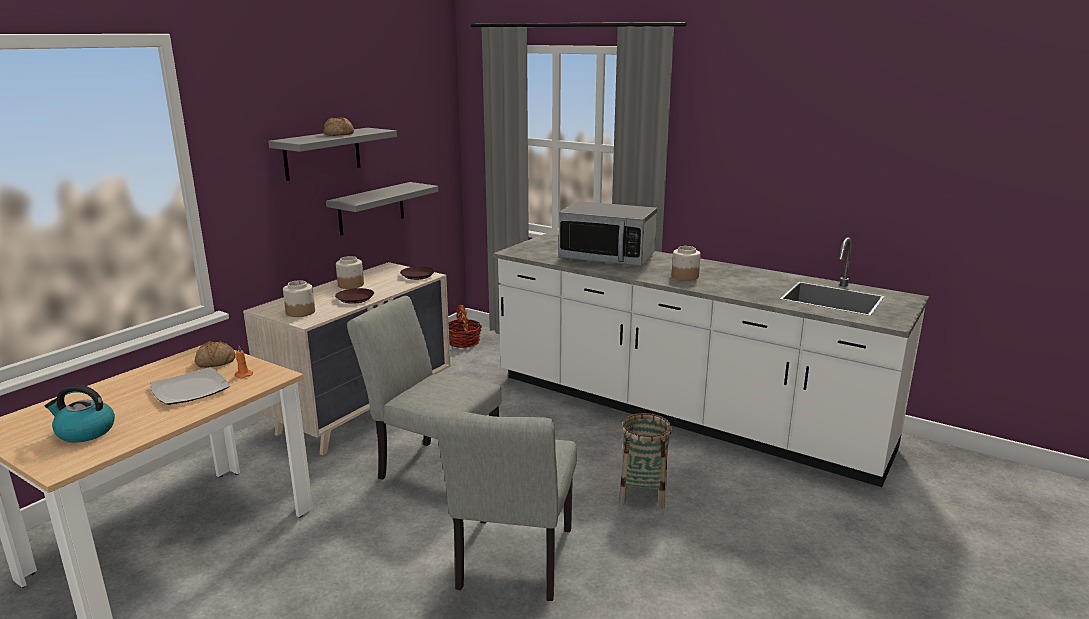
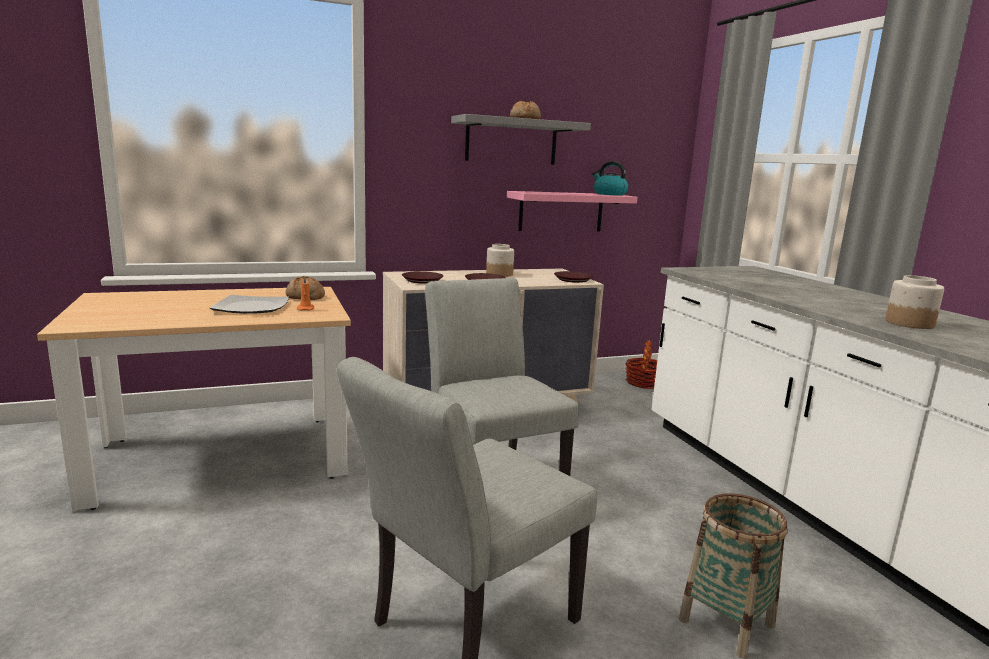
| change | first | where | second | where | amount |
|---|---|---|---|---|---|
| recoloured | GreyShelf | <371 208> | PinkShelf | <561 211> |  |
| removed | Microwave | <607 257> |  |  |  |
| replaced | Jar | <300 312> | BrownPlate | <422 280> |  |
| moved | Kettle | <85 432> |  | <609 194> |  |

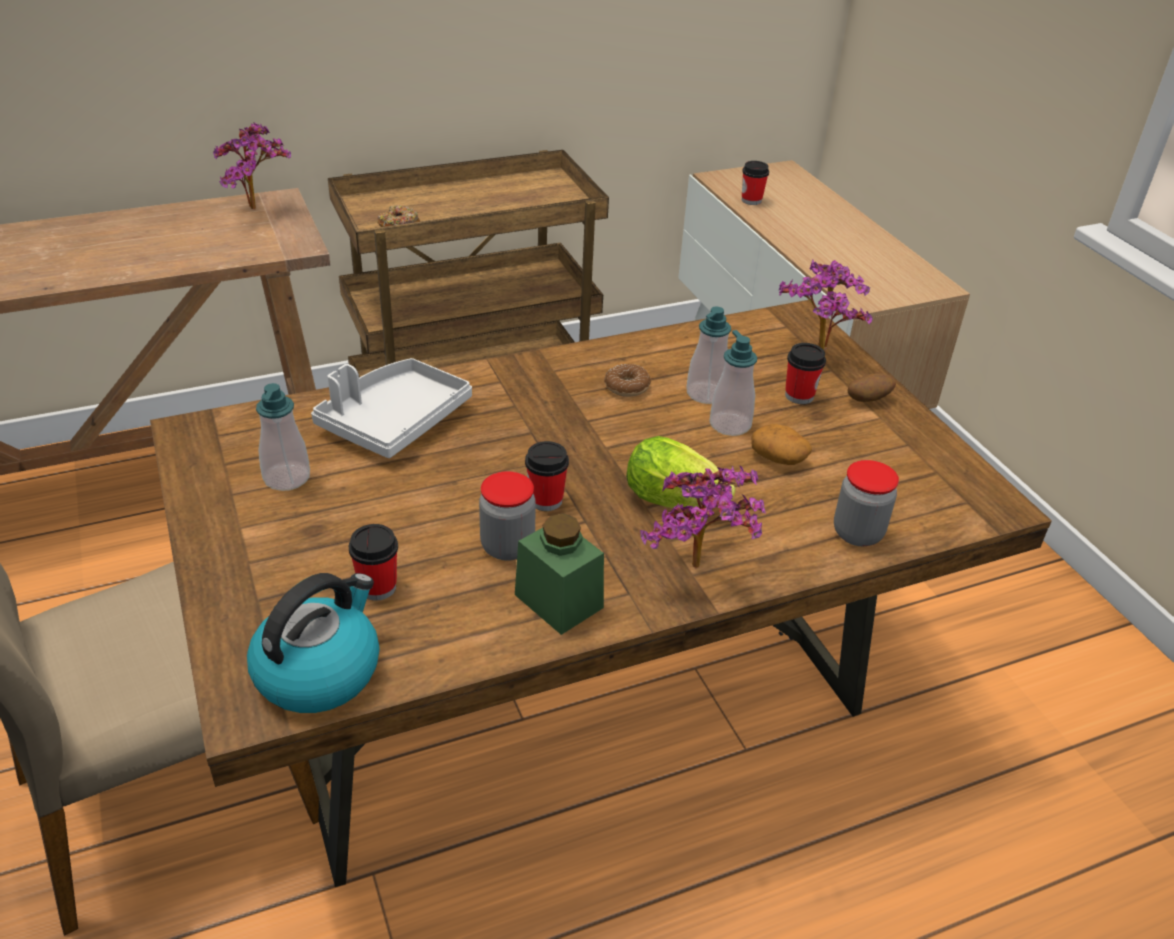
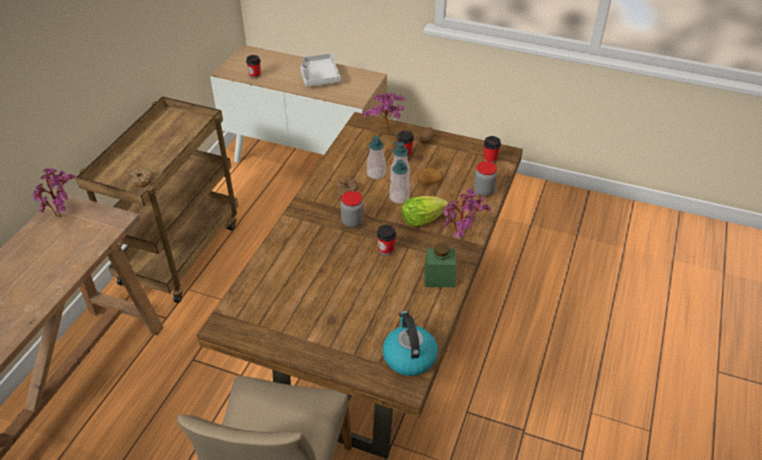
| change | first | where | second | where | amount |
|---|---|---|---|---|---|
| moved | GreyTray | <394 421> |  | <319 76> |  |
| moved | SoapDispenser | <287 478> |  | <399 198> |  |
| moved | Jar | <507 547> |  | <352 222> |  |
| moved | Cup | <377 587> |  | <490 159> |  |

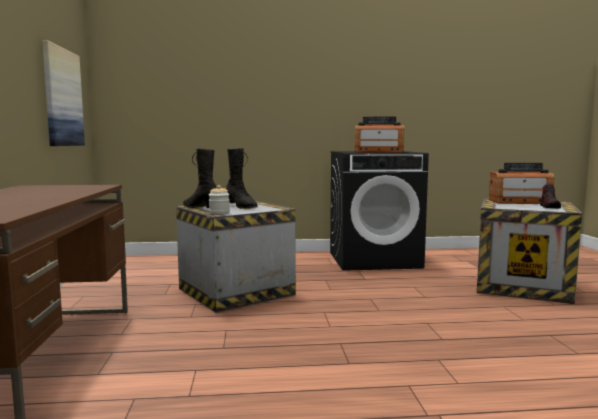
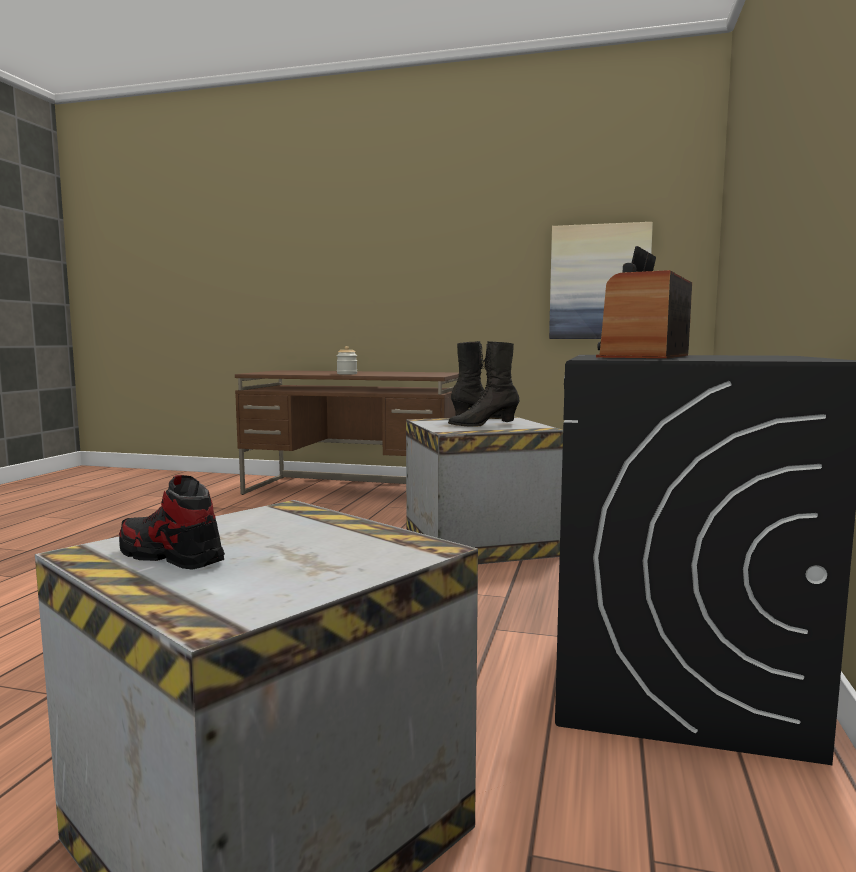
| change | first | where | second | where | amount |
|---|---|---|---|---|---|
| removed | Radio | <520 202> |  |  |  |
| moved | Jar | <219 213> |  | <347 374> |  |

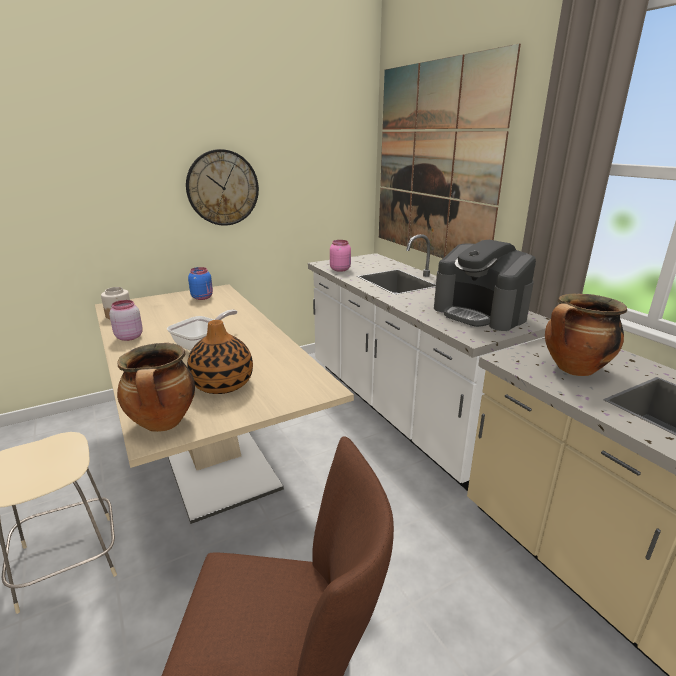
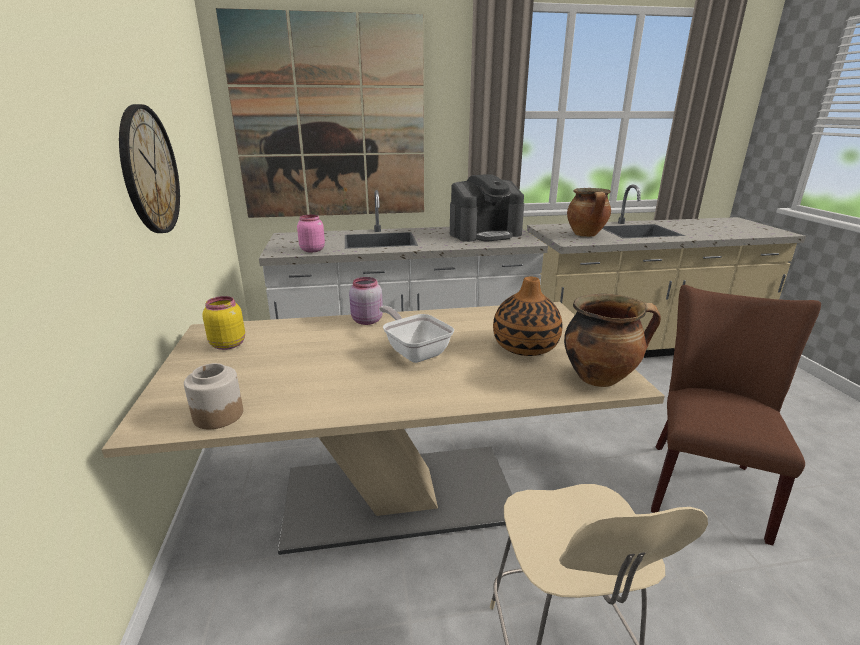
| change | first | where | second | where | amount |
|---|---|---|---|---|---|
| recoloured | BlueJar | <202 297> | YellowJar | <228 344> |  |
| moved | PinkJar | <128 337> |  | <366 321> |  |

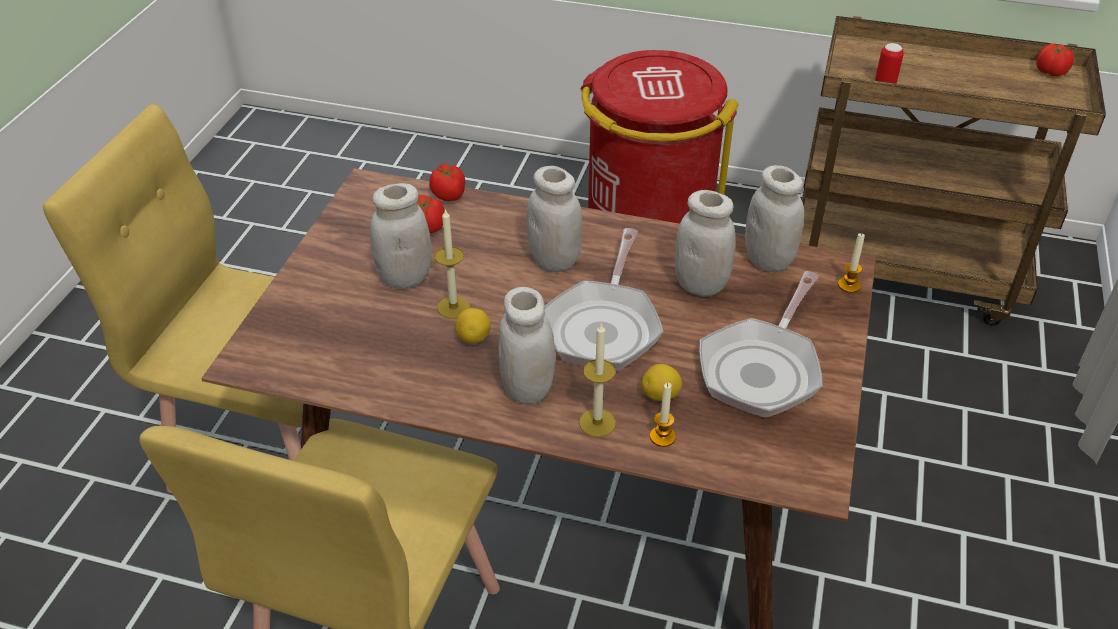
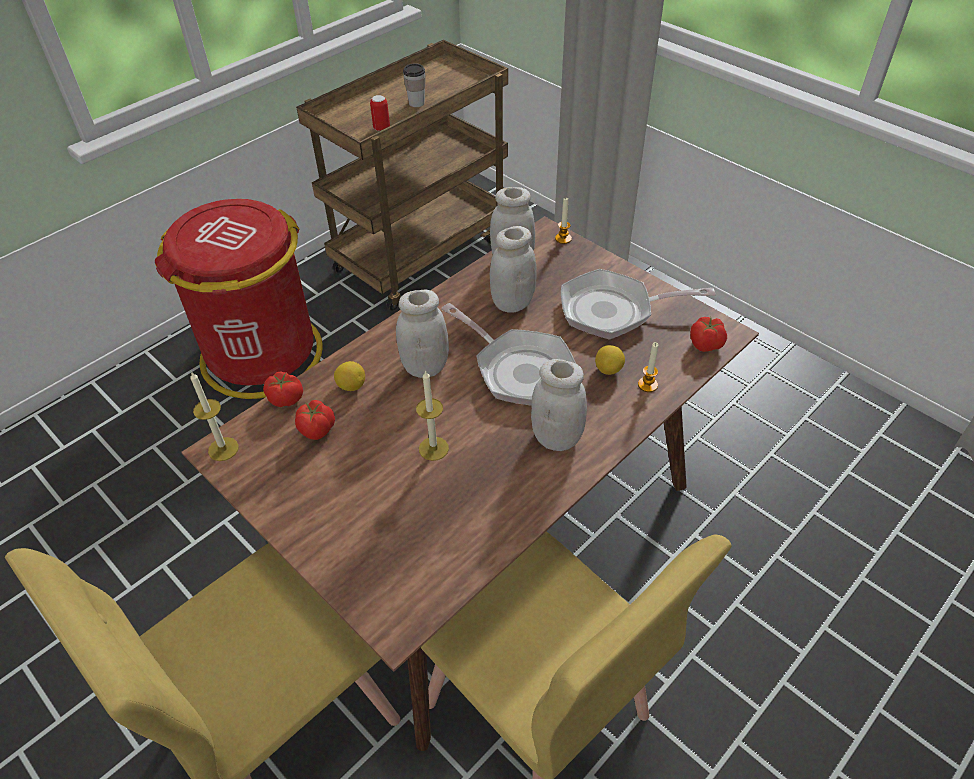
| change | first | where | second | where | amount |
|---|---|---|---|---|---|
| moved | Tomato | <1051 72> |  | <706 345> |  |
| removed | WhiteJar | <405 278> |  |  |  |
| turned | FryingPan | <762 368> |  | <613 310> | 120 degrees clockwise |
| moved | Lemon | <474 338> |  | <351 386> |  |
| moved | Candle | <597 423> |  | <223 449> |  |
| added |  |  | Cup | <416 103> |  |

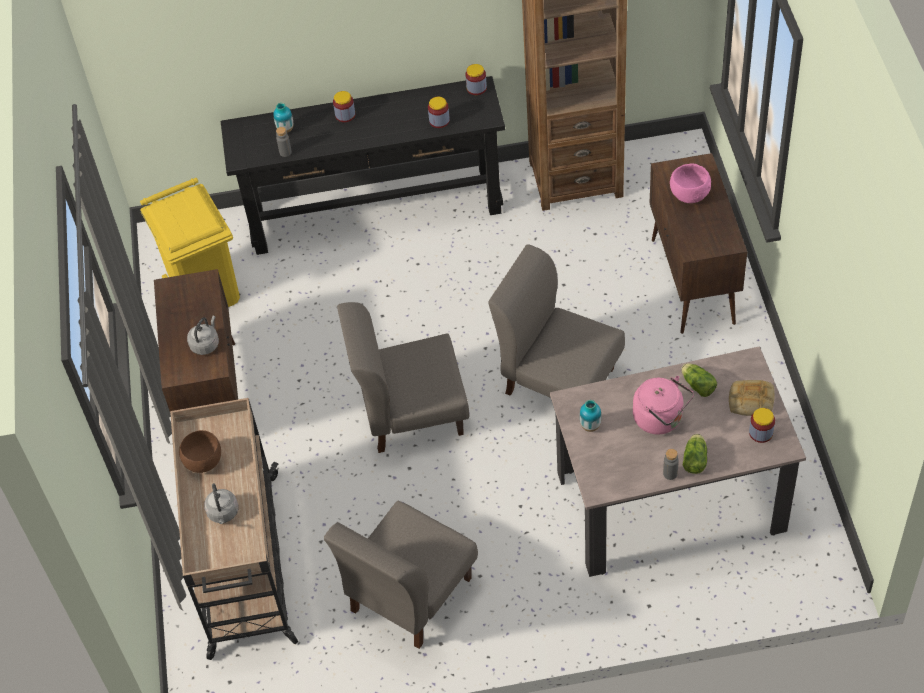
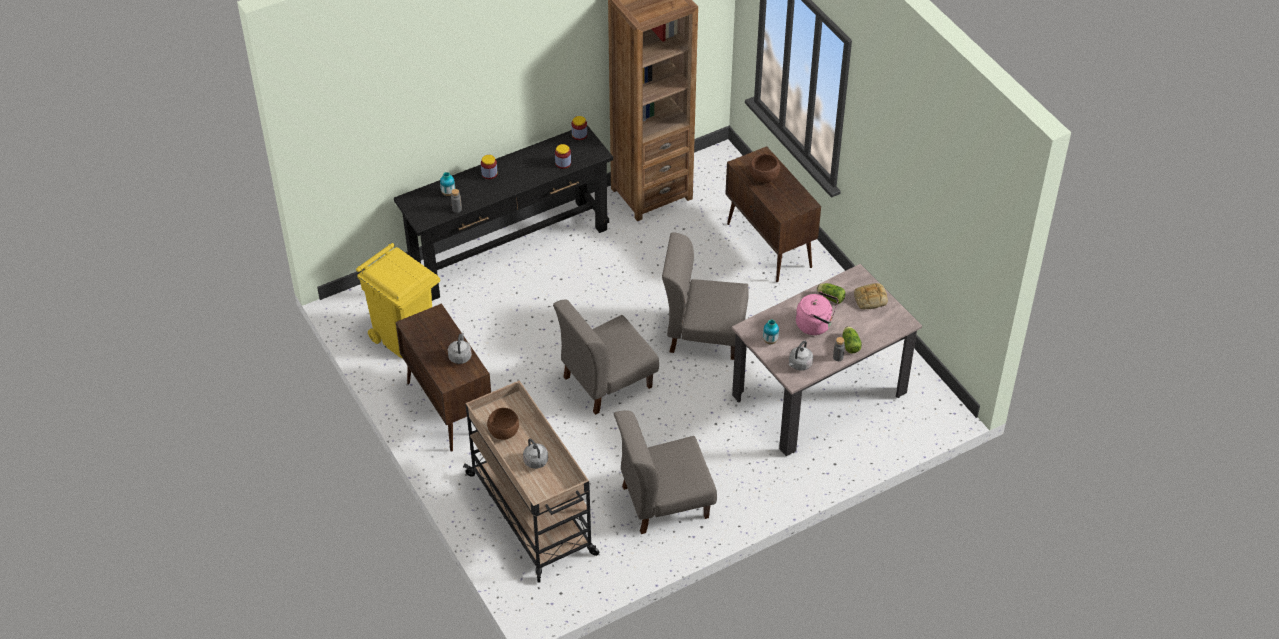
| change | first | where | second | where | amount |
|---|---|---|---|---|---|
| recoloured | PinkBowl | <689 194> | BrownBowl | <763 176> |  |
| removed | Jar | <761 433> |  |  |  |
| turned | GreyChair | <410 594> |  | <664 501> | 60 degrees clockwise |
| added |  |  | GreyKettle | <799 364> |  |

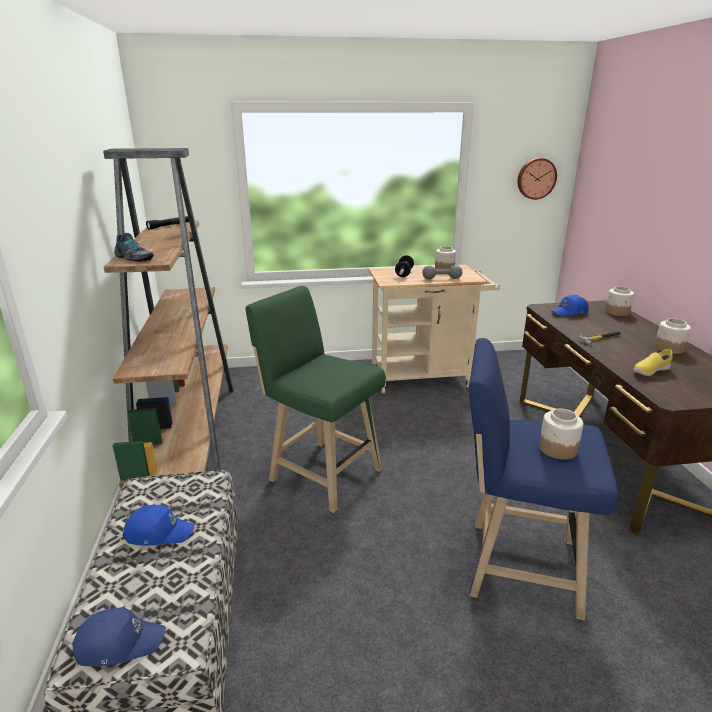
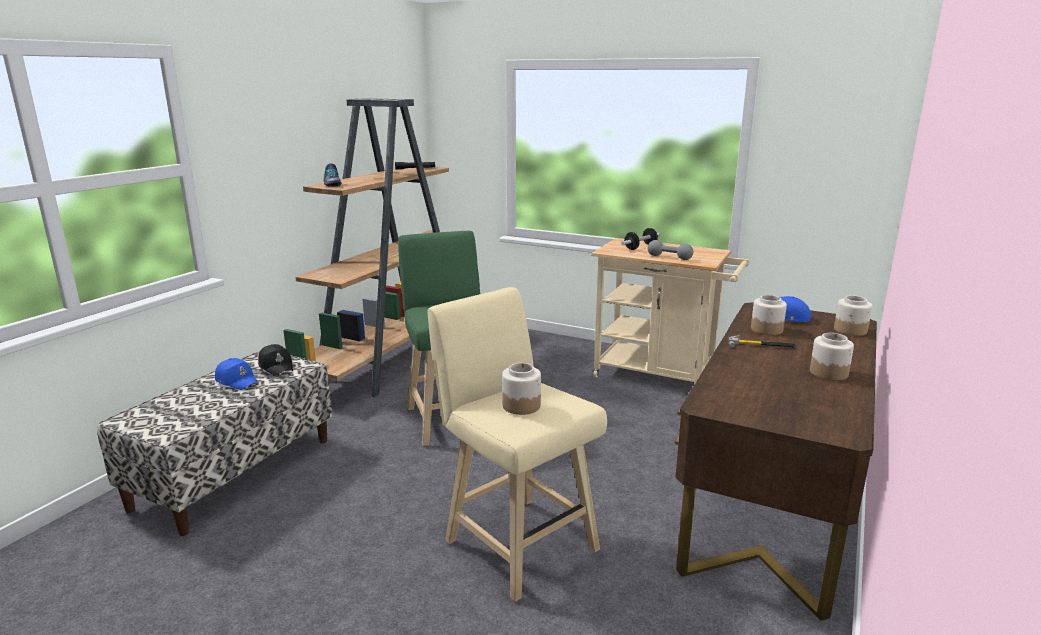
| change | first | where | second | where | amount |
|---|---|---|---|---|---|
| removed | WallClock | <536 178> |  |  |  |
| moved | Jar | <444 269> |  | <767 329> |  |
| recoloured | BlueStool | <515 565> | BeigeStool | <516 541> |  |
| removed | YellowShoe | <650 371> |  |  |  |
| removed | BlueCap | <119 643> |  |  |  |
| added |  |  | BlackCap | <276 366> |  |

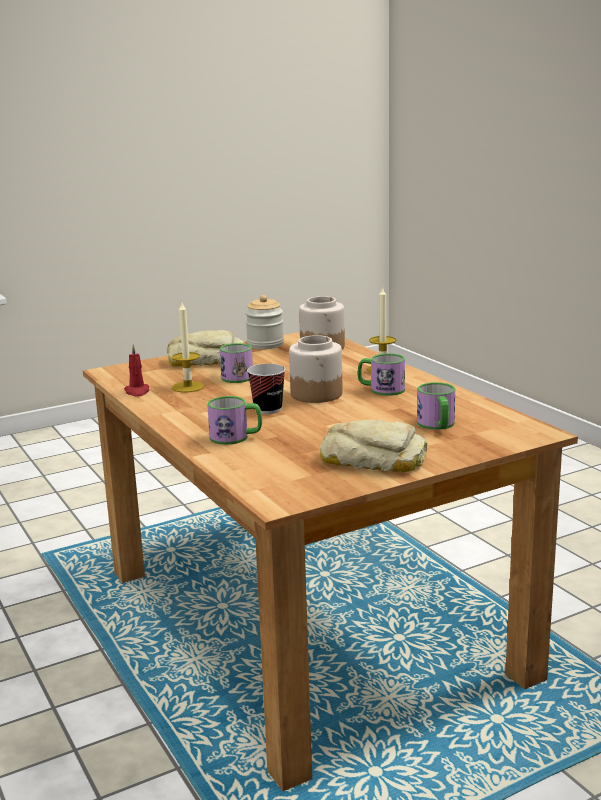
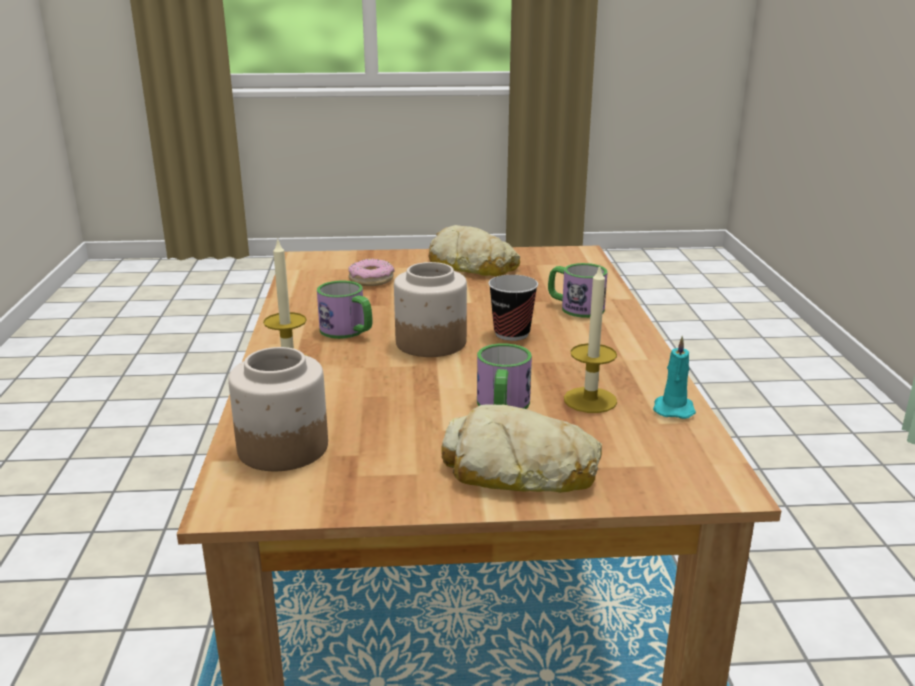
| change | first | where | second | where | amount |
|---|---|---|---|---|---|
| removed | Jar | <265 344> |  |  |  |
| recoloured | RedCandle | <137 392> | TurquoiseCandle | <673 409> |  |
| replaced | Mug | <437 425> | Donut | <371 280> |  |

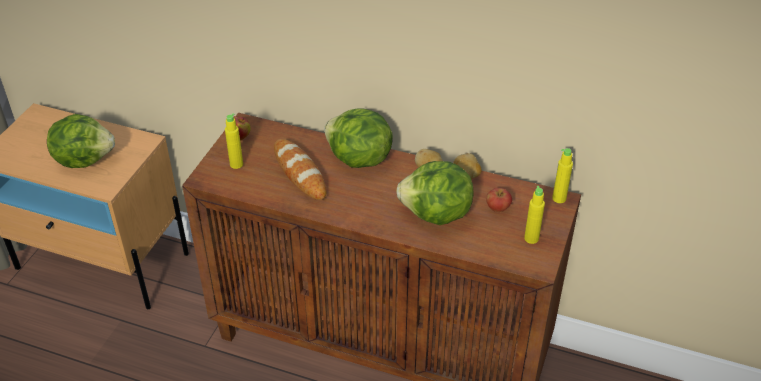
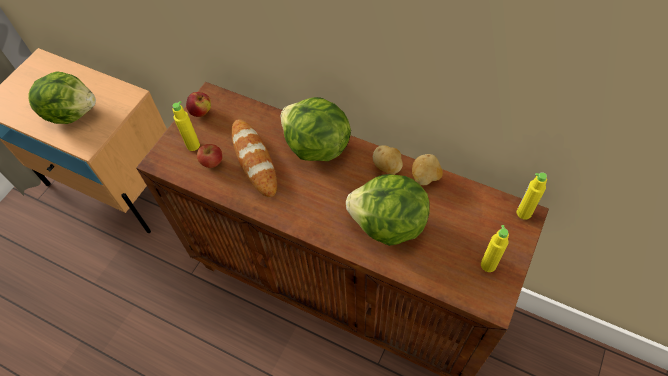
| change | first | where | second | where | amount |
|---|---|---|---|---|---|
| moved | Apple | <497 208> |  | <212 162> |  |

